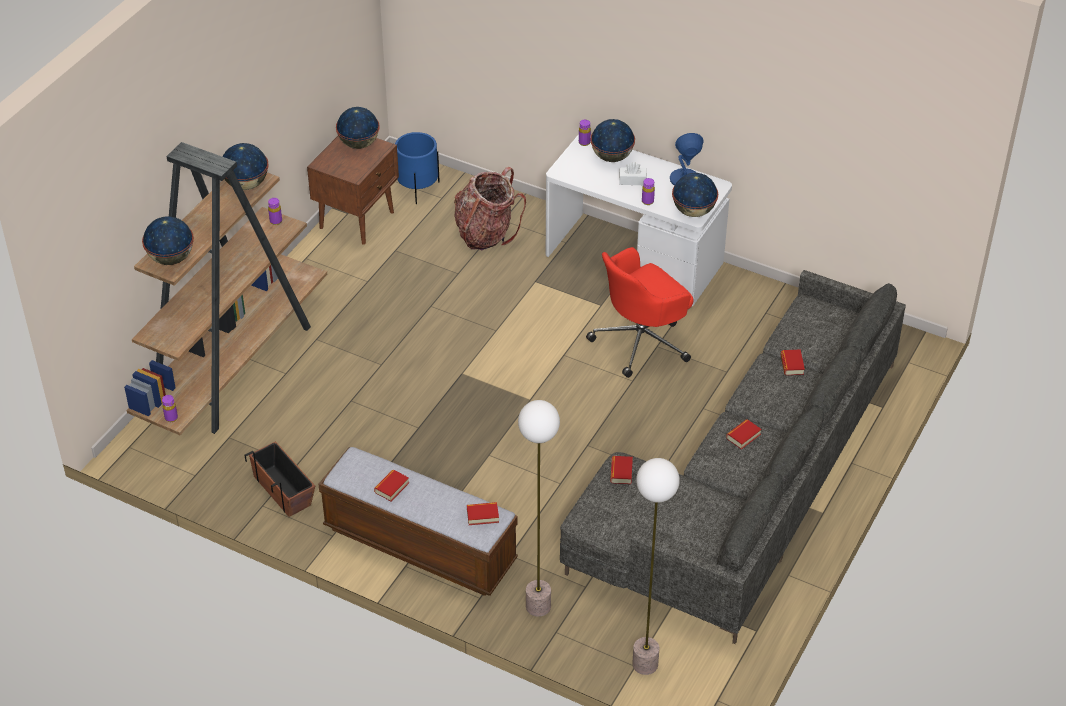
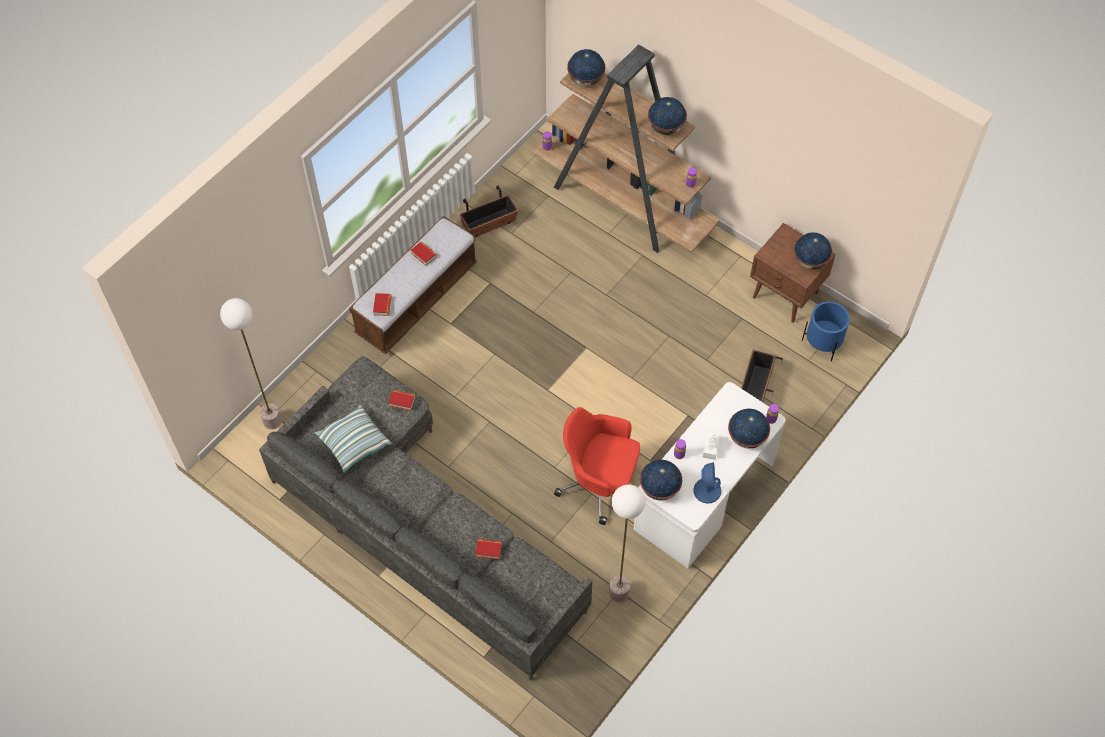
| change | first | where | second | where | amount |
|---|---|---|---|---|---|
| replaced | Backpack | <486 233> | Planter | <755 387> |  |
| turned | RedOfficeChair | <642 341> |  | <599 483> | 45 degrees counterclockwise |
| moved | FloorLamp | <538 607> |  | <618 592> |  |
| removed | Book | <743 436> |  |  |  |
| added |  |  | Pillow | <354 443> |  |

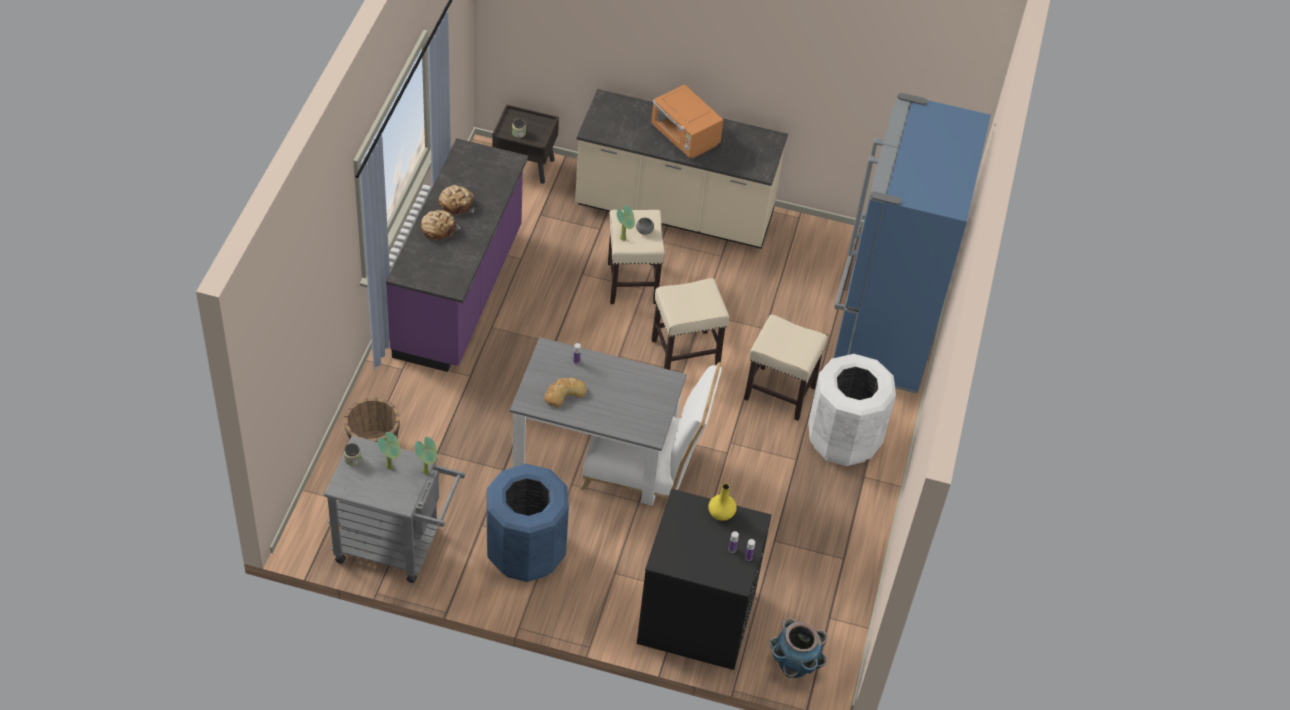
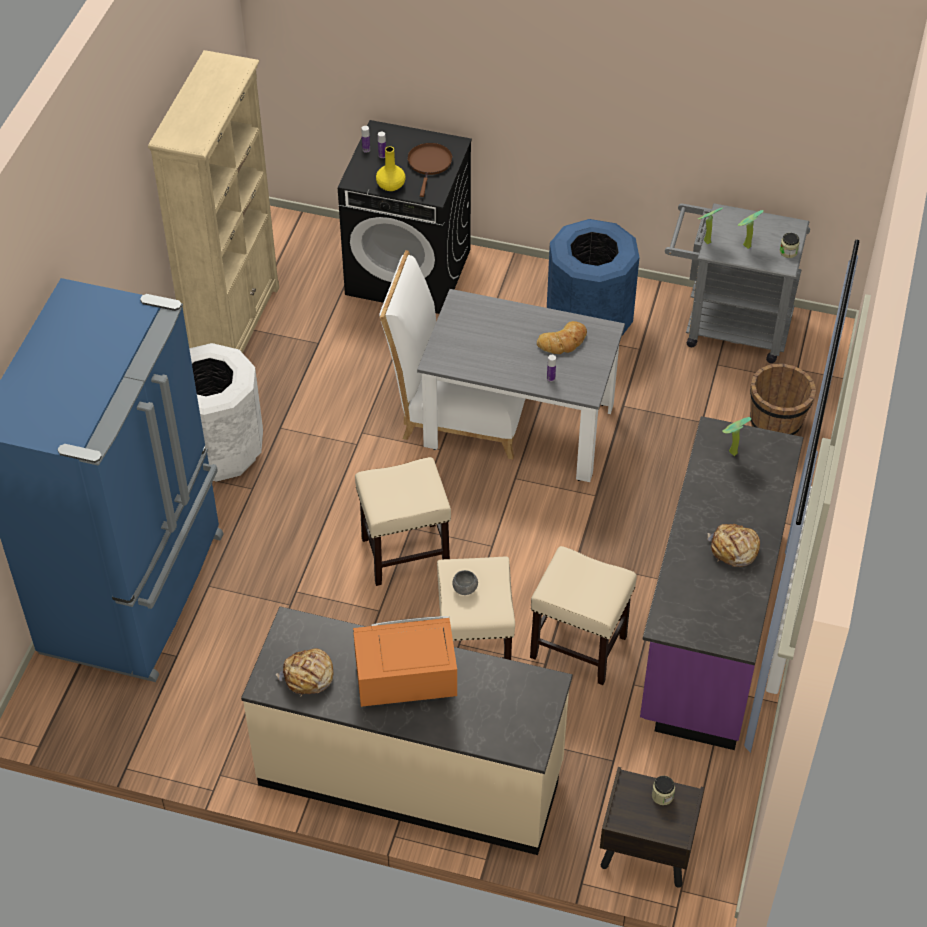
| change | first | where | second | where | amount |
|---|---|---|---|---|---|
| turned | OrangeMicrowave | <685 137> |  | <404 680> | 60 degrees counterclockwise |
| moved | PottedPlant | <624 238> |  | <731 453> |  |
| moved | Bread | <438 229> |  | <308 677> |  |
| moved | BeigeStool | <778 392> |  | <579 647> |  |
| removed | Planter | <794 666> |  |  |  |
| added |  |  | BeigeBookcase | <234 326> |  |
| added |  |  | BrownFryingPan | <429 164> |  |

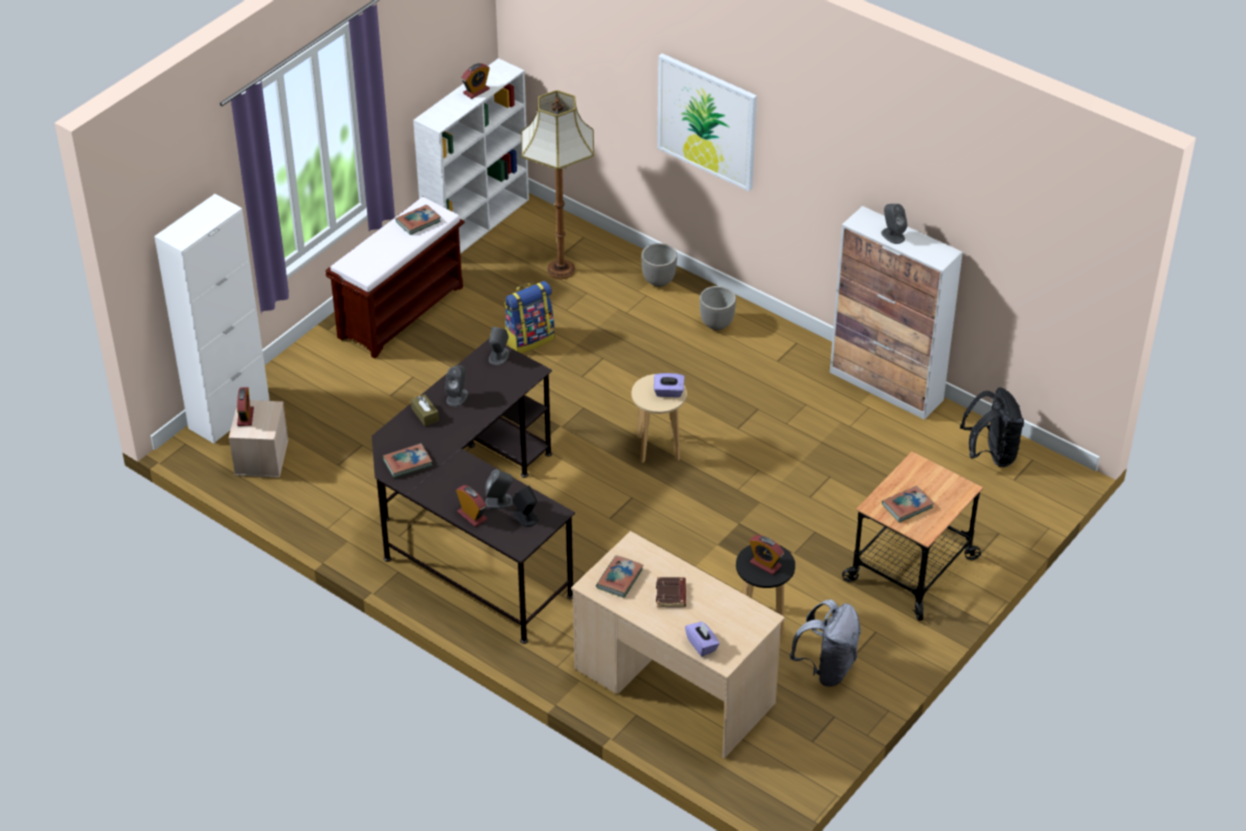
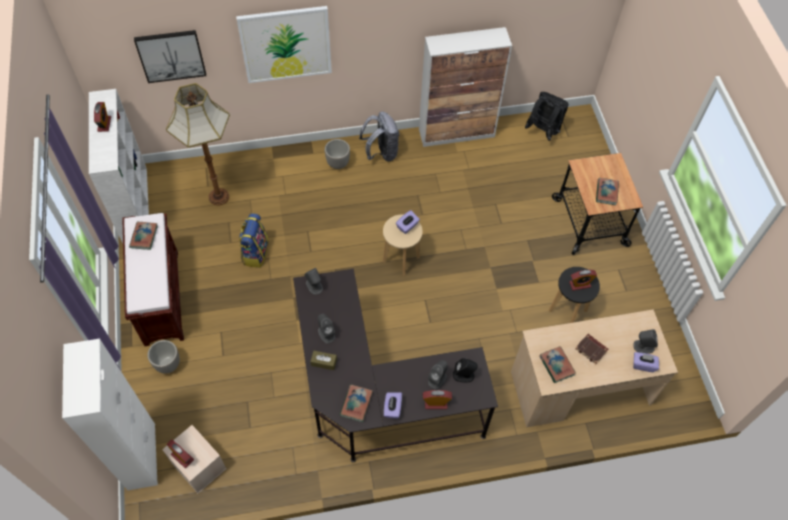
| change | first | where | second | where | amount |
|---|---|---|---|---|---|
| moved | GreySpeaker | <892 235> |  | <643 346> |  |
| moved | Planter | <659 280> |  | <168 364> |  |
| moved | GreyBackpack | <827 668> |  | <381 152> |  |
| added |  |  | Picture | <171 55> |  |
| added |  |  | PurpleTissueBox | <392 408> |  |

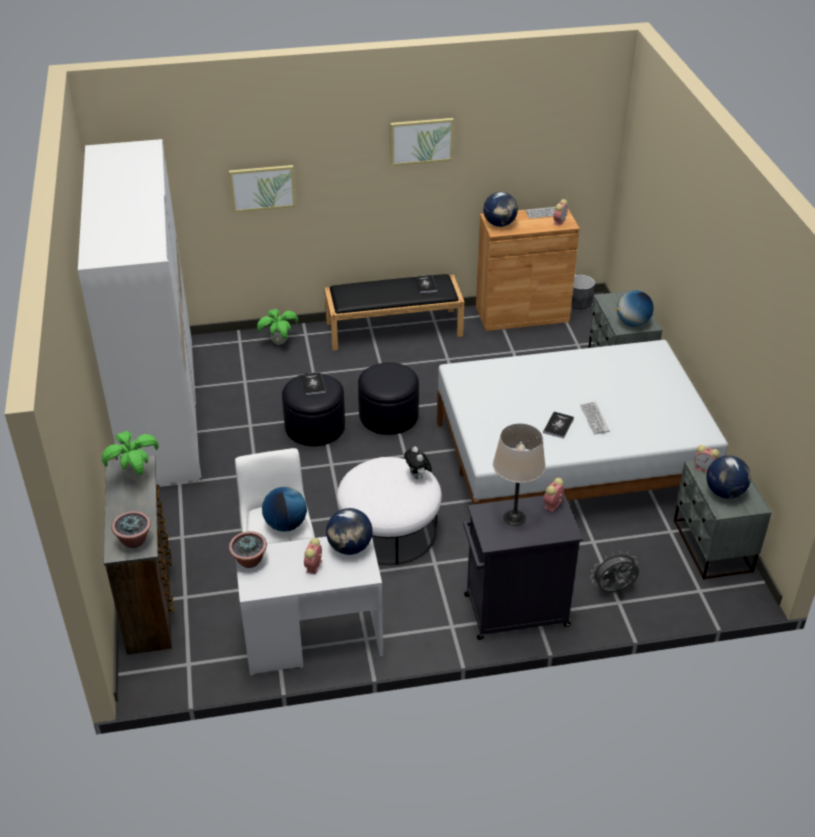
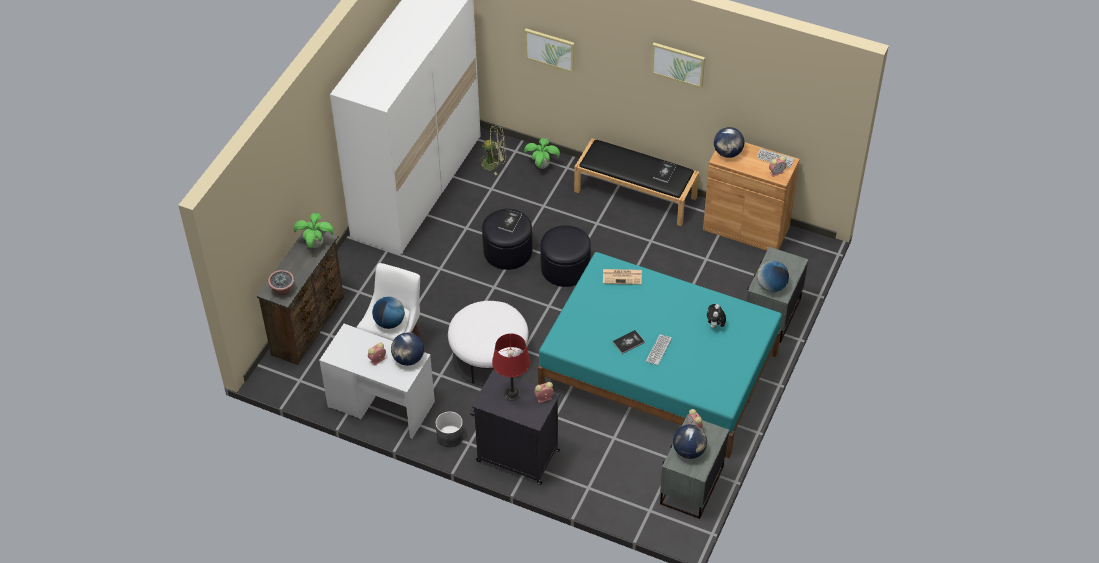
| change | first | where | second | where | amount |
|---|---|---|---|---|---|
| moved | GreyPlanter | <578 302> |  | <449 436> |  |
| recoloured | WhiteBed | <571 461> | TurquoiseBed | <658 371> |  |
| recoloured | BeigeTableLamp | <514 517> | RedTableLamp | <512 393> |  |
| moved | PlushToy | <418 477> |  | <715 326> |  |
| removed | PottedPlant | <249 561> |  |  |  |
| removed | GreyFan | <613 591> |  |  |  |
| added |  |  | GreenFan | <494 163> |  |
| added |  |  | Newspaper | <622 276> |  |

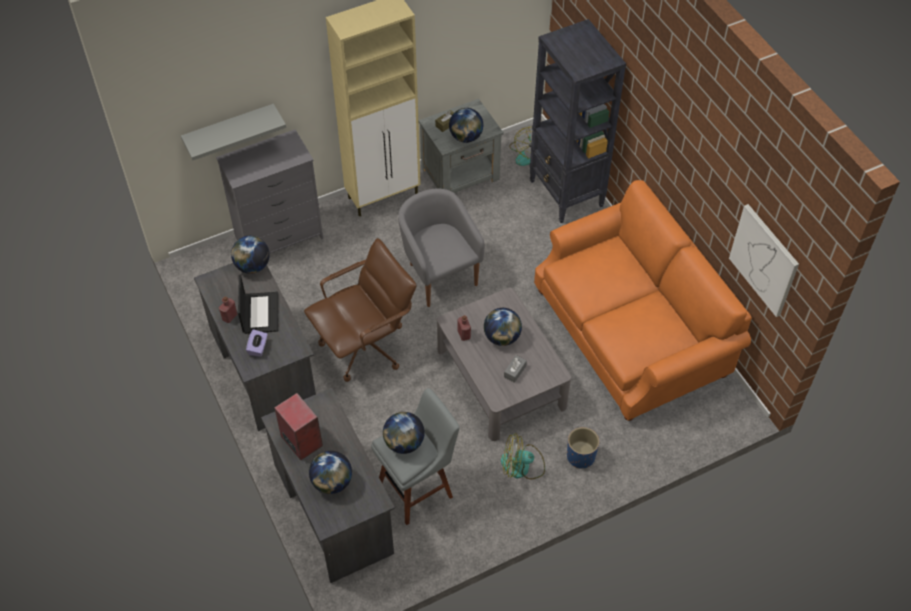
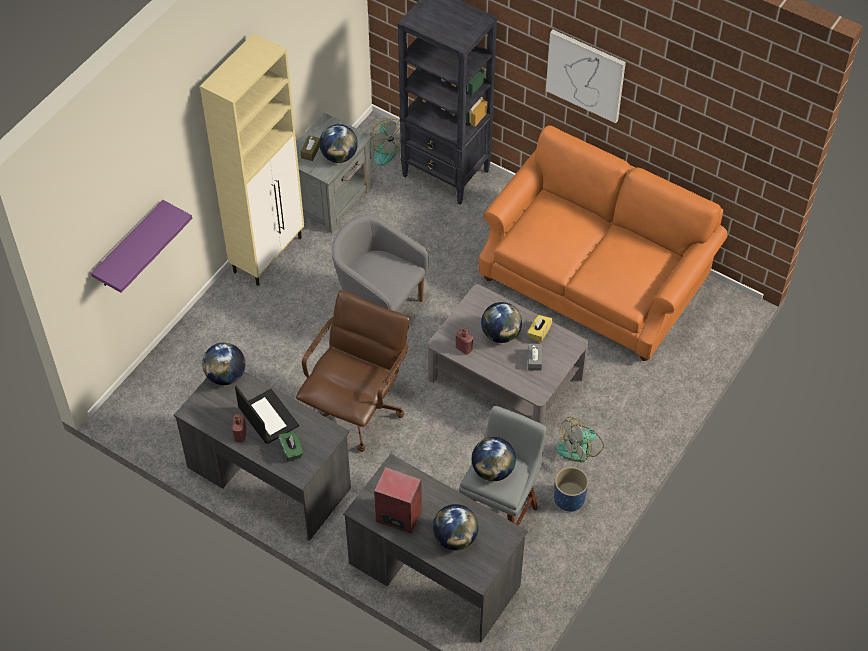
| change | first | where | second | where | amount |
|---|---|---|---|---|---|
| recoloured | GreyShelf | <229 129> | PurpleShelf | <129 246> |  |
| removed | GreyDresser | <279 237> |  |  |  |
| moved | Picture | <764 260> |  | <585 75> |  |
| recoloured | PurpleTissueBox | <258 348> | GreenTissueBox | <291 451> |  |
| moved | BluePlanter | <581 456> |  | <569 498> |  |
| added |  |  | YellowTissueBox | <539 332> |  |

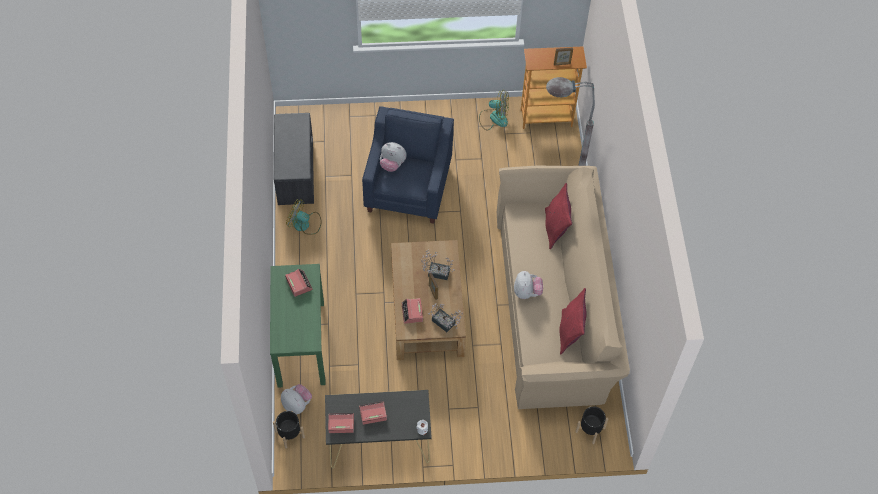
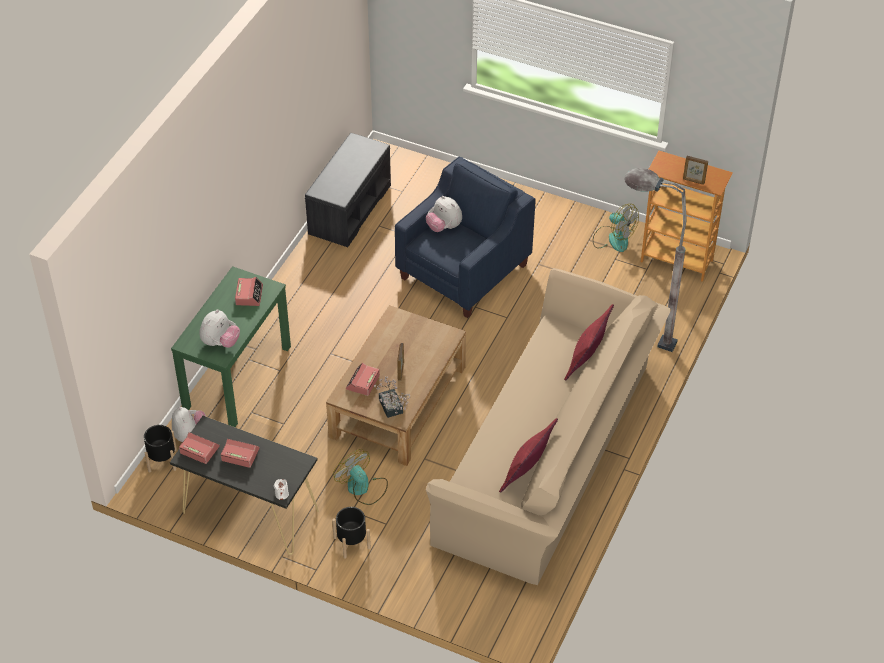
| change | first | where | second | where | amount |
|---|---|---|---|---|---|
| moved | Fan | <305 224> |  | <362 488> |  |
| removed | PottedPlant | <436 272> |  |  |  |
| moved | PlushToy | <527 292> |  | <220 342> |  |
| moved | BlackPlanter | <590 430> |  | <352 543> |  |

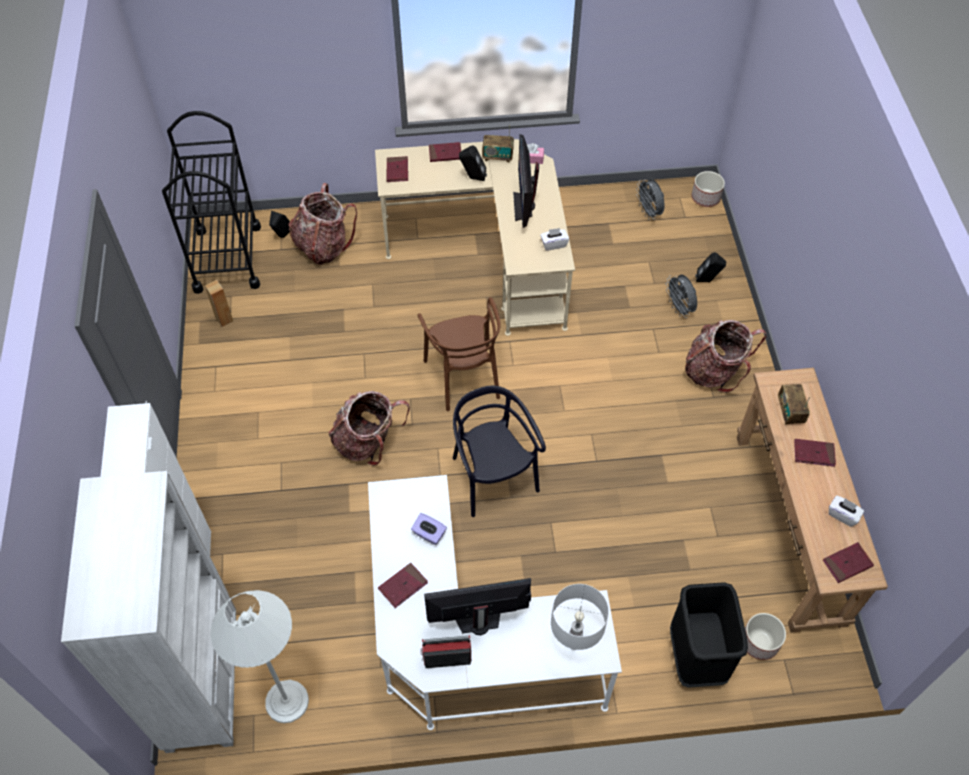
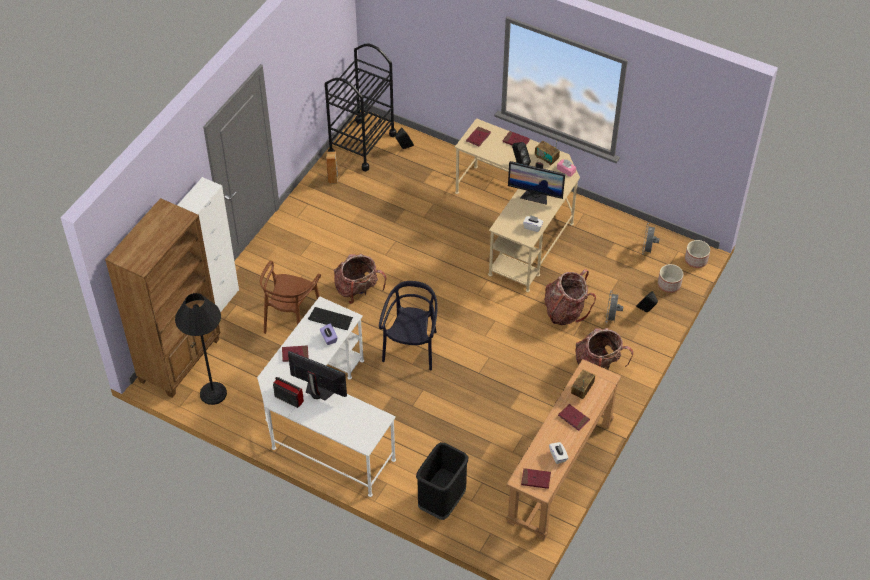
| change | first | where | second | where | amount |
|---|---|---|---|---|---|
| turned | Monitor | <524 206> |  | <535 196> | 105 degrees counterclockwise |
| moved | Backpack | <323 246> |  | <565 311> |  |
| moved | BrownChair | <464 377> |  | <291 319> |  |
| recoloured | WhiteBookcase | <203 681> | BrownBookcase | <181 360> |  |
| removed | WhiteTableLamp | <574 642> |  |  |  |
| recoloured | WhiteFloorLamp | <287 701> | BlackFloorLamp | <213 393> |  |
| moved | Planter | <759 642> |  | <669 284> |  |
| added |  |  | Keyboard | <330 319> |  |

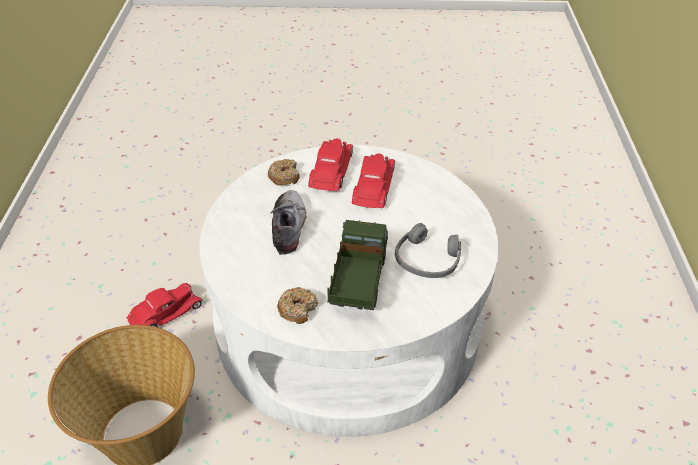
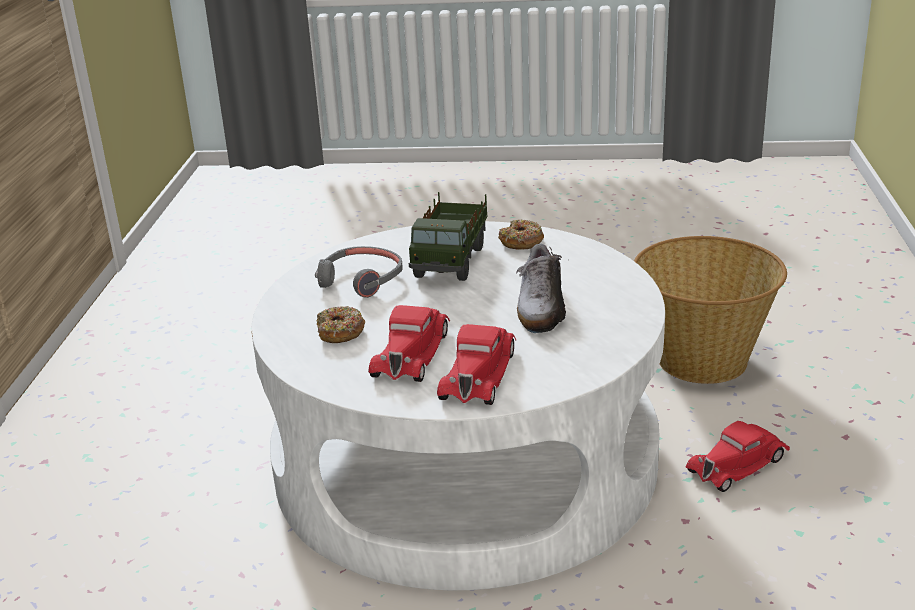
| change | first | where | second | where | amount |
|---|---|---|---|---|---|
| moved | Donut | <284 177> |  | <340 332> |  |

